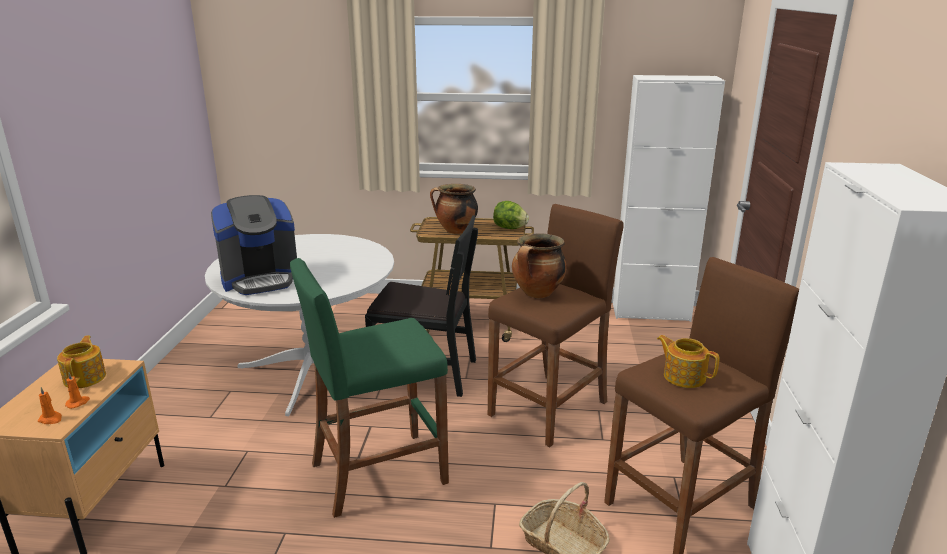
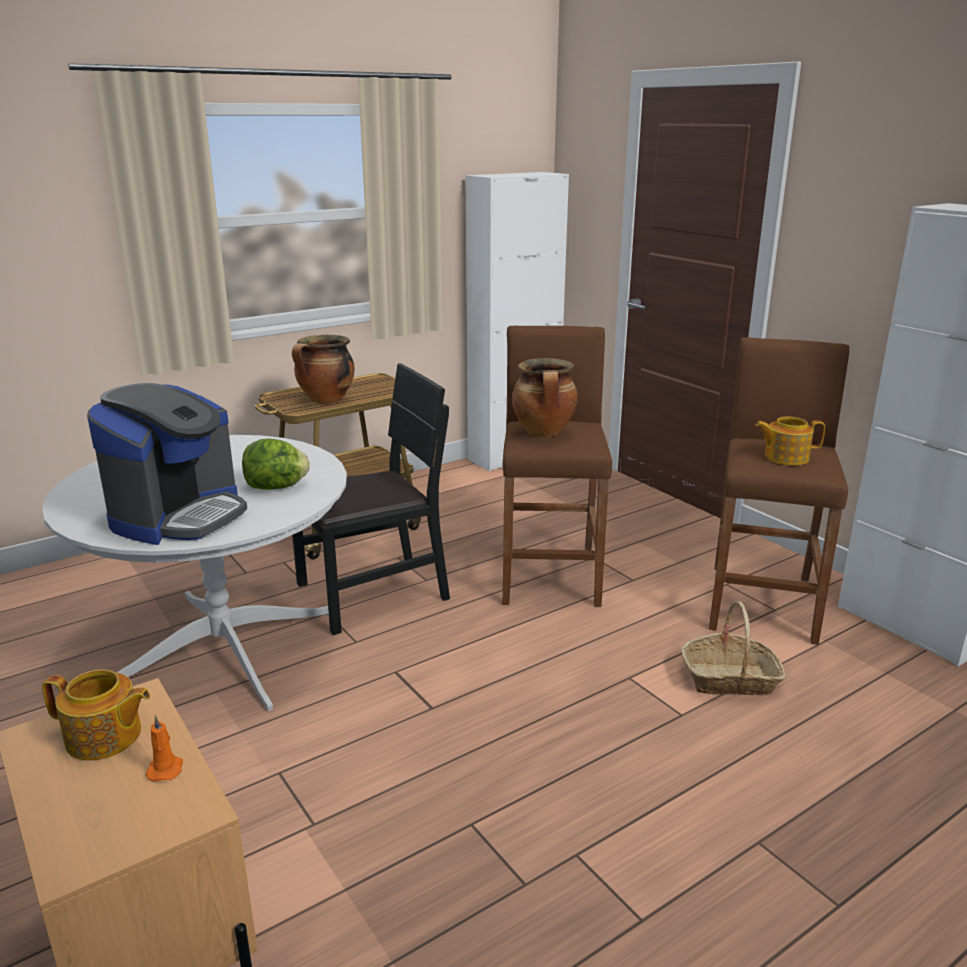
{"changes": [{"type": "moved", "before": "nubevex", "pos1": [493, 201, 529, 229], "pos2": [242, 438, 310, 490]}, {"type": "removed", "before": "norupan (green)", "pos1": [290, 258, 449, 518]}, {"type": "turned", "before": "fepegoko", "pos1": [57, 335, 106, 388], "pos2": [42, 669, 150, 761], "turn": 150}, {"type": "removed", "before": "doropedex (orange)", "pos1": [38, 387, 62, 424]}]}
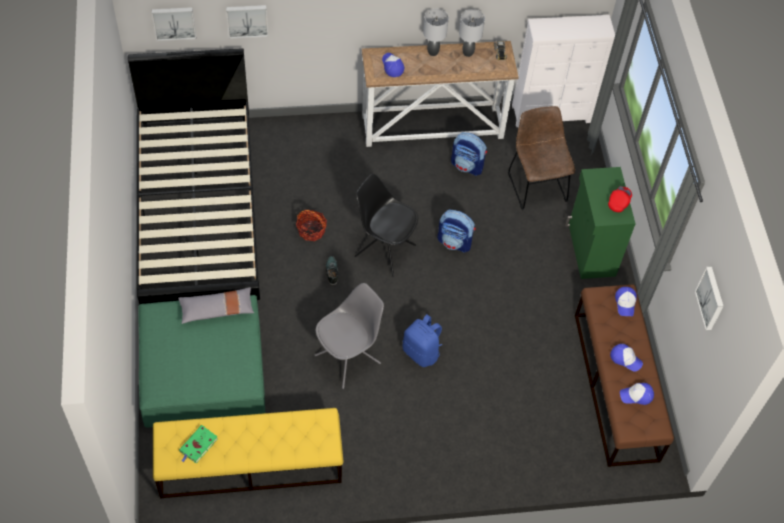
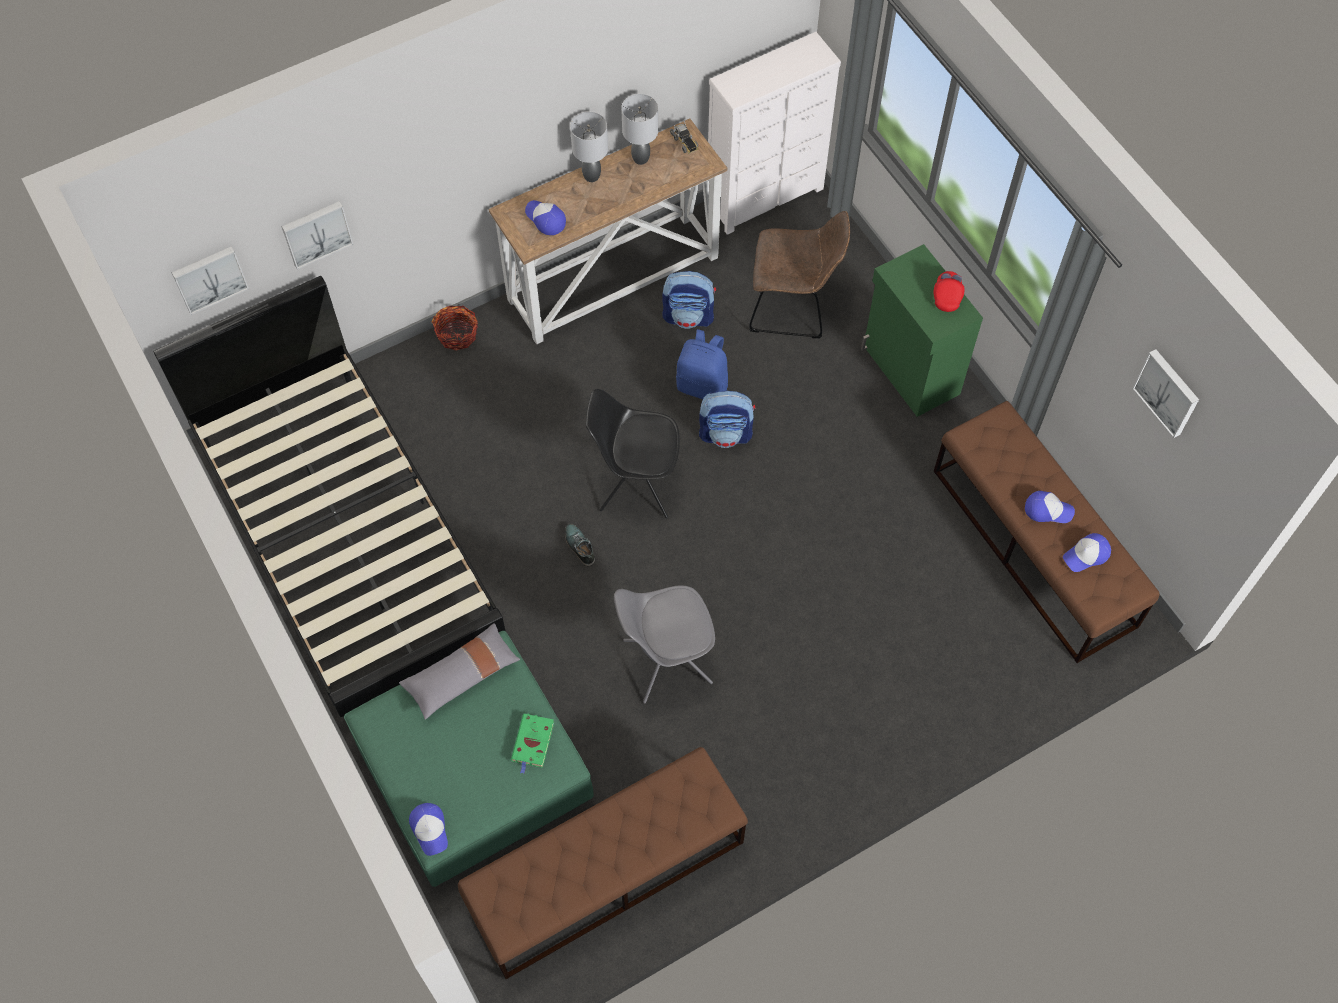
{"changes": [{"type": "turned", "before": "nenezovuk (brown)", "pos1": [508, 106, 575, 210], "pos2": [749, 211, 850, 338], "turn": 135}, {"type": "moved", "before": "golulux", "pos1": [296, 210, 327, 241], "pos2": [431, 306, 478, 351]}, {"type": "turned", "before": "nenezovuk (grey)", "pos1": [315, 283, 384, 389], "pos2": [614, 586, 715, 703], "turn": -135}, {"type": "moved", "before": "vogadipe", "pos1": [615, 287, 637, 316], "pos2": [409, 803, 448, 856]}, {"type": "moved", "before": "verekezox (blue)", "pos1": [403, 314, 442, 367], "pos2": [676, 329, 728, 399]}, {"type": "recoloured", "before": "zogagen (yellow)", "after": "zogagen (brown)", "pos1": [153, 408, 344, 499], "pos2": [458, 747, 748, 979]}, {"type": "moved", "before": "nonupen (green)", "pos1": [179, 425, 218, 463], "pos2": [511, 714, 554, 774]}]}
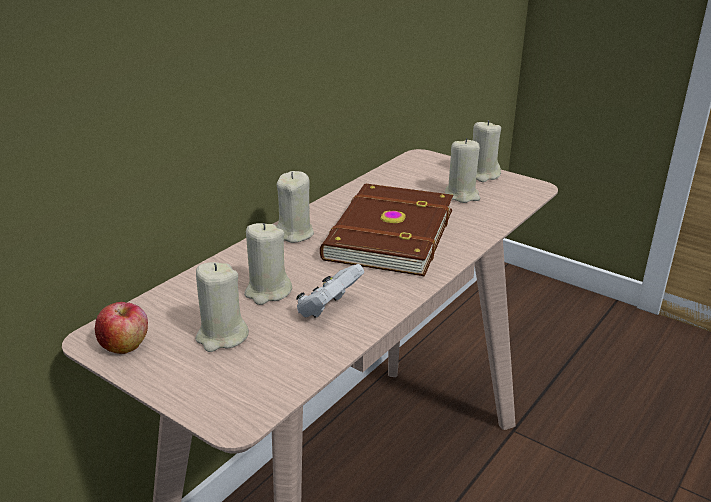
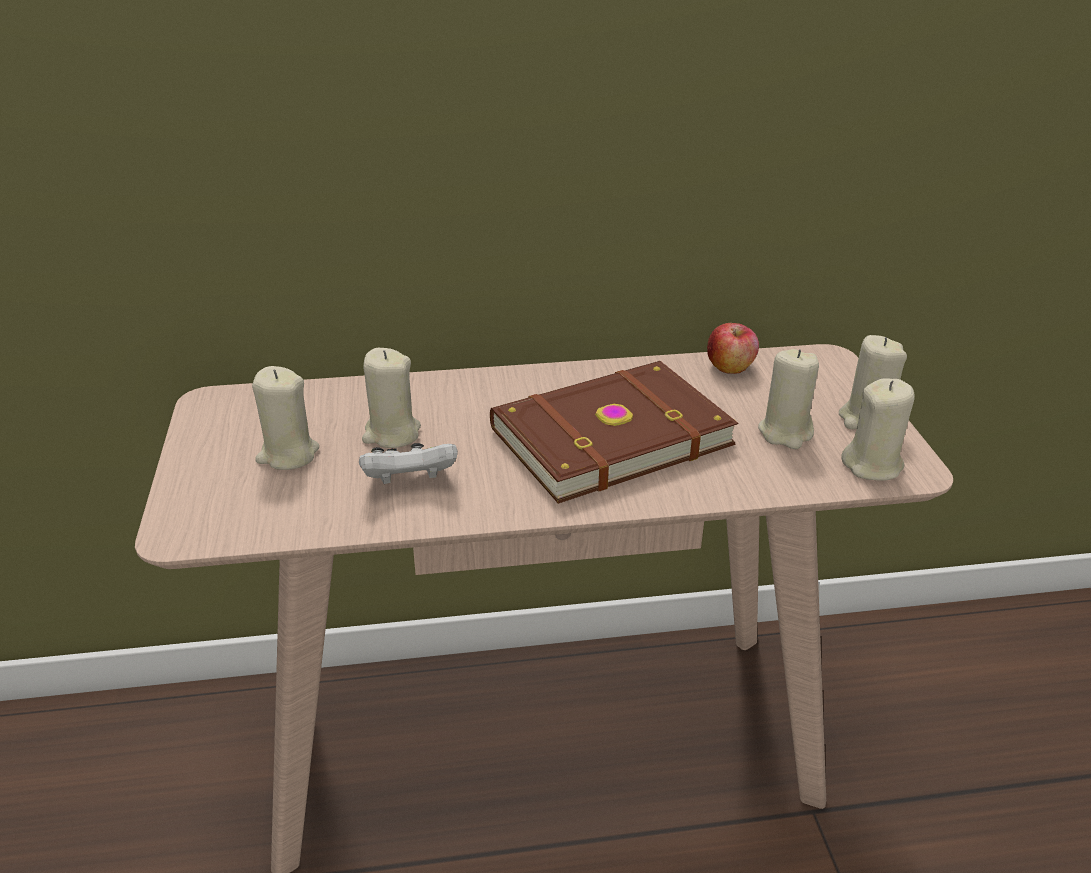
{"changes": [{"type": "moved", "before": "doropedex (beige)", "pos1": [276, 171, 314, 243], "pos2": [841, 378, 915, 481]}, {"type": "moved", "before": "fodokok", "pos1": [95, 302, 148, 354], "pos2": [707, 323, 759, 374]}]}
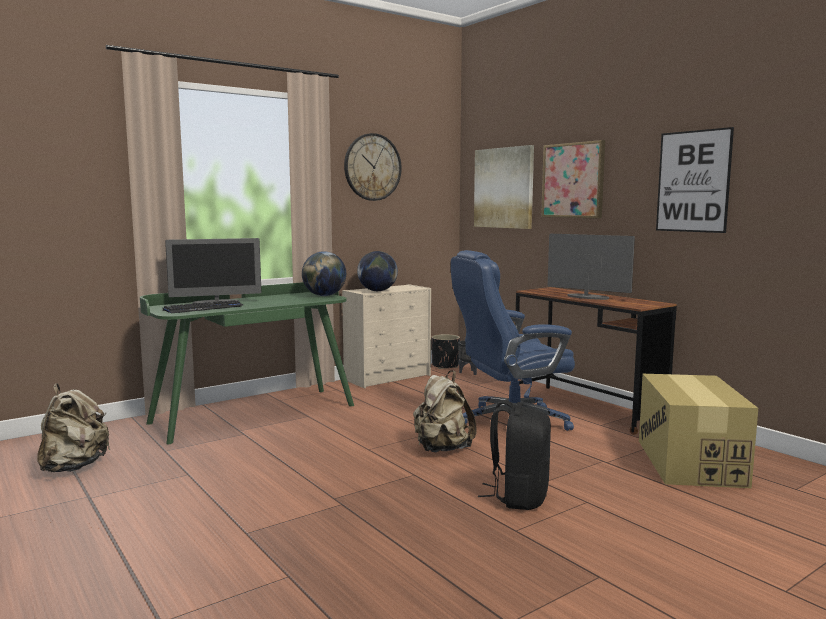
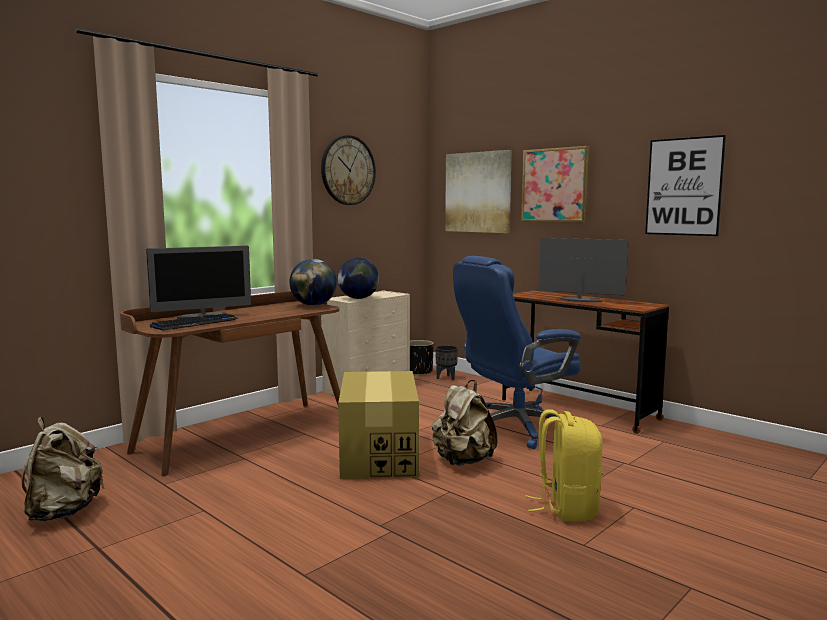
{"changes": [{"type": "recoloured", "before": "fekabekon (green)", "after": "fekabekon (brown)", "pos1": [140, 282, 354, 444], "pos2": [120, 291, 340, 476]}, {"type": "moved", "before": "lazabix", "pos1": [639, 374, 758, 488], "pos2": [338, 371, 419, 479]}, {"type": "recoloured", "before": "verekezox (black)", "after": "verekezox (yellow)", "pos1": [478, 400, 551, 510], "pos2": [525, 409, 603, 521]}]}
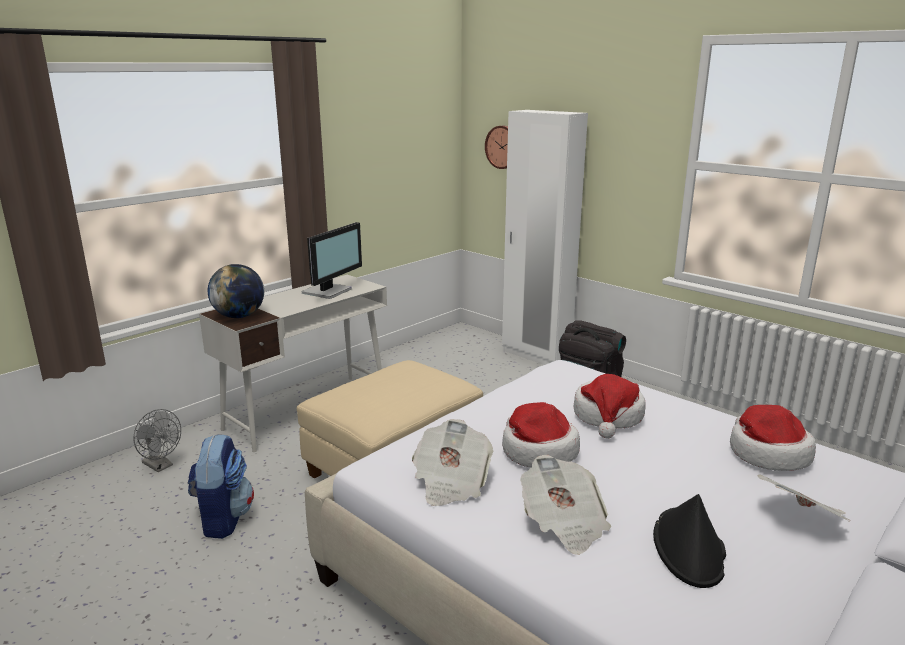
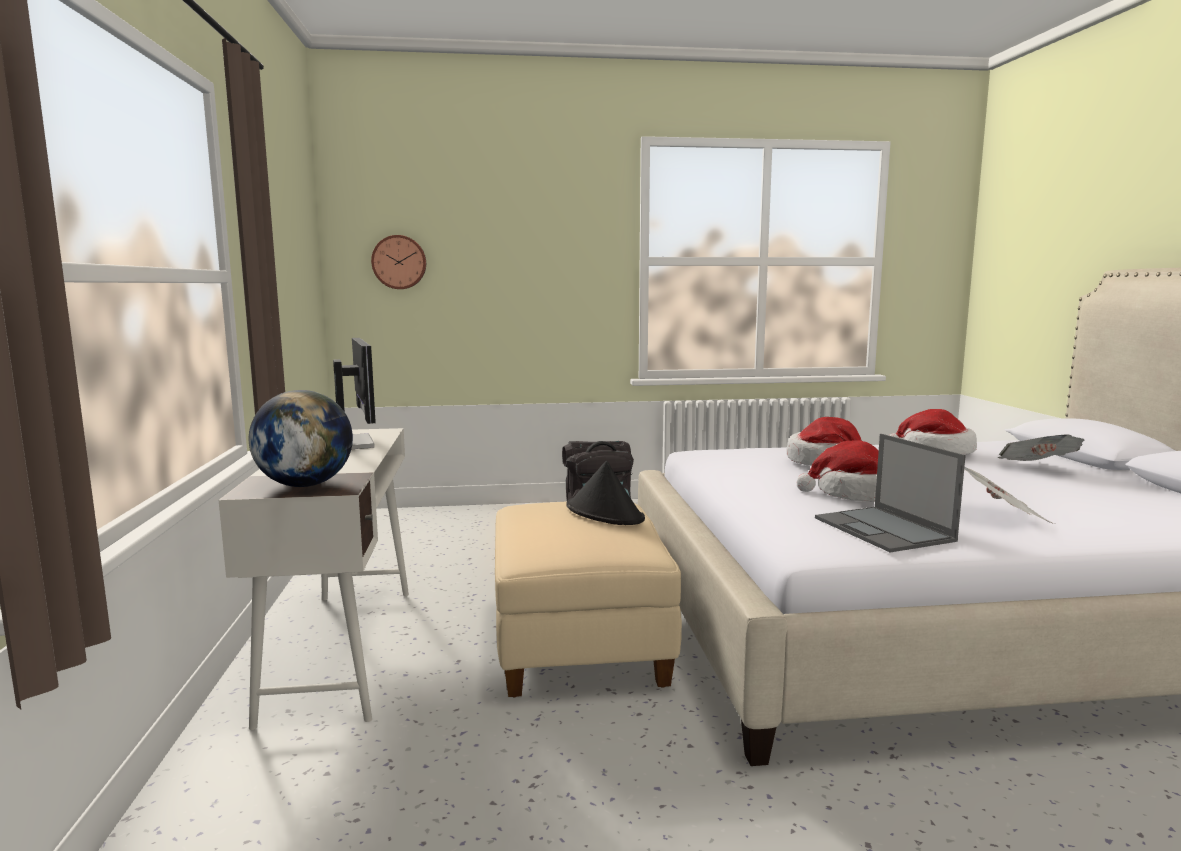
{"changes": [{"type": "removed", "before": "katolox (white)", "pos1": [502, 110, 588, 365]}, {"type": "removed", "before": "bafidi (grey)", "pos1": [133, 409, 181, 472]}, {"type": "replaced", "before": "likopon", "after": "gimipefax", "pos1": [412, 419, 493, 506], "pos2": [815, 434, 966, 552]}, {"type": "removed", "before": "verekezox", "pos1": [188, 434, 254, 539]}, {"type": "moved", "before": "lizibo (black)", "pos1": [653, 494, 726, 588], "pos2": [566, 461, 645, 525]}]}
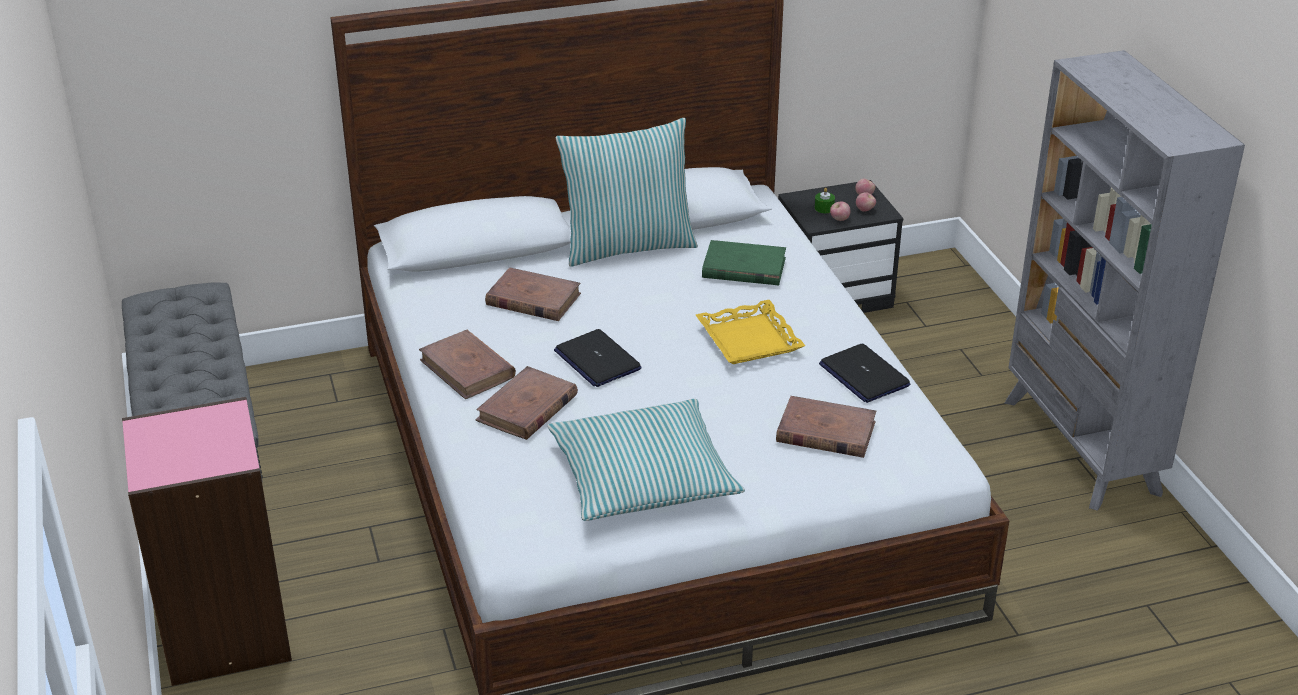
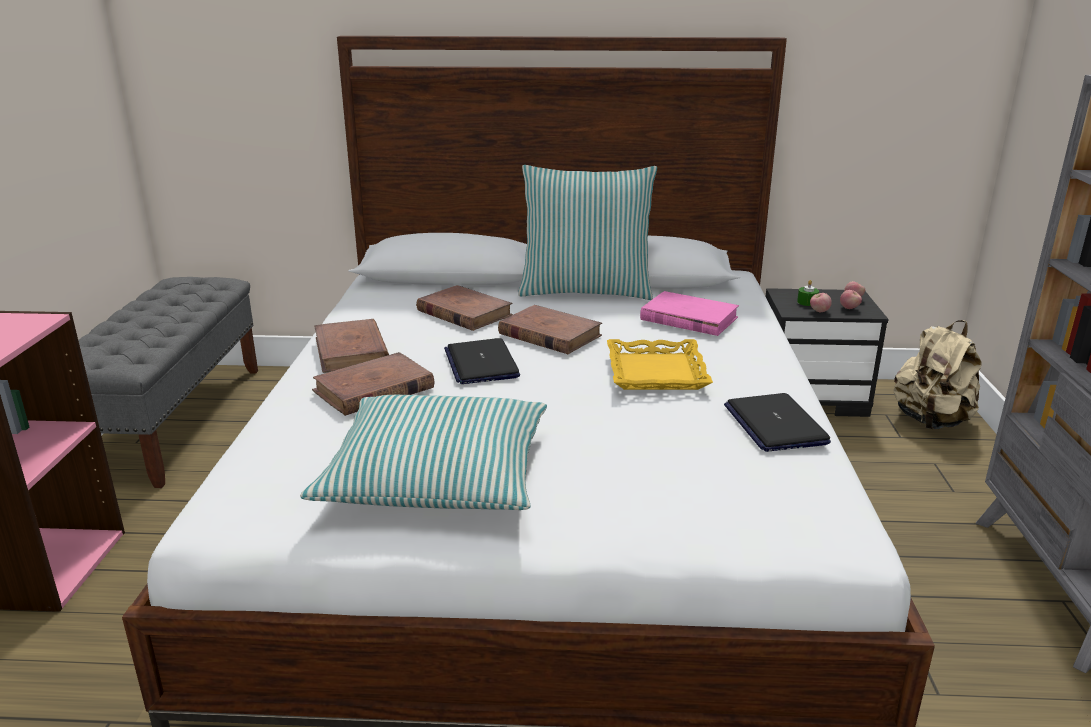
{"changes": [{"type": "recoloured", "before": "nonupen (green)", "after": "nonupen (pink)", "pos1": [702, 240, 786, 285], "pos2": [640, 291, 739, 336]}, {"type": "moved", "before": "nonupen (brown)", "pos1": [776, 396, 876, 458], "pos2": [498, 305, 602, 354]}, {"type": "added", "after": "verekezox (beige)", "pos2": [893, 320, 982, 429]}]}
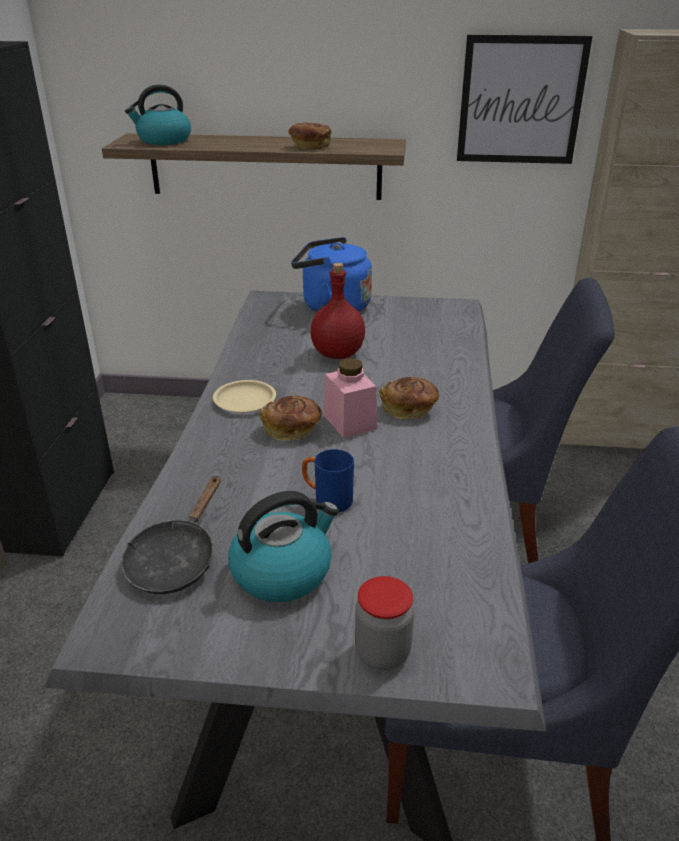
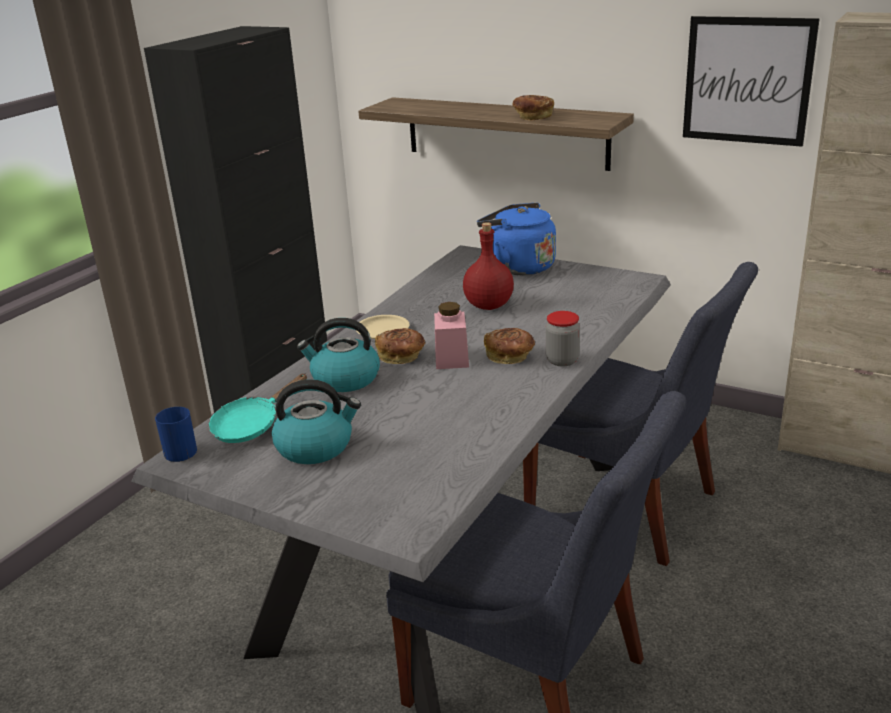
{"changes": [{"type": "moved", "before": "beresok", "pos1": [125, 85, 191, 145], "pos2": [297, 318, 380, 392]}, {"type": "moved", "before": "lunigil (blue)", "pos1": [302, 449, 354, 512], "pos2": [155, 407, 197, 462]}, {"type": "recoloured", "before": "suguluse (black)", "after": "suguluse (turquoise)", "pos1": [121, 476, 221, 594], "pos2": [208, 373, 307, 443]}, {"type": "moved", "before": "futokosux", "pos1": [355, 576, 414, 670], "pos2": [546, 311, 580, 367]}]}
